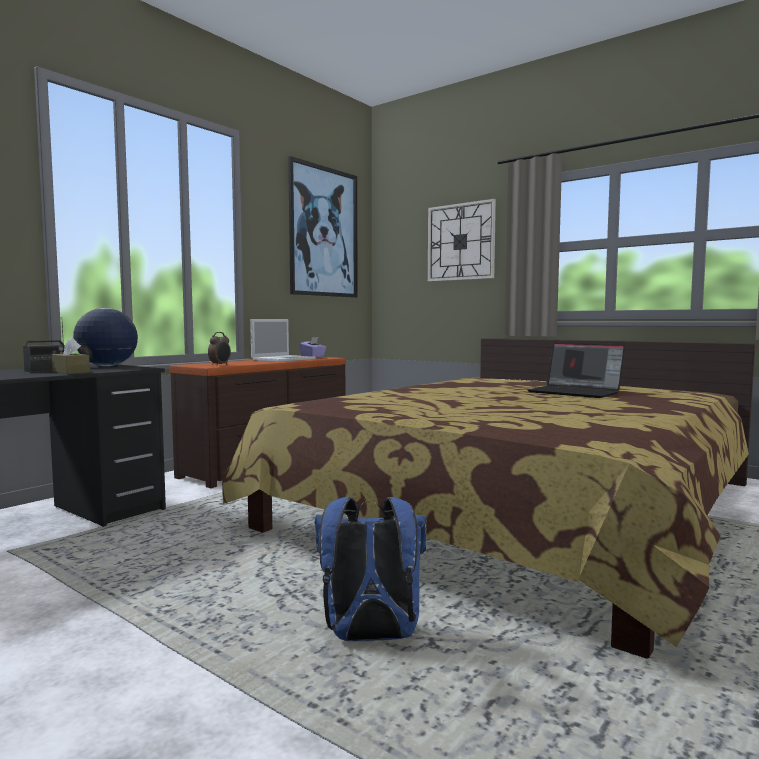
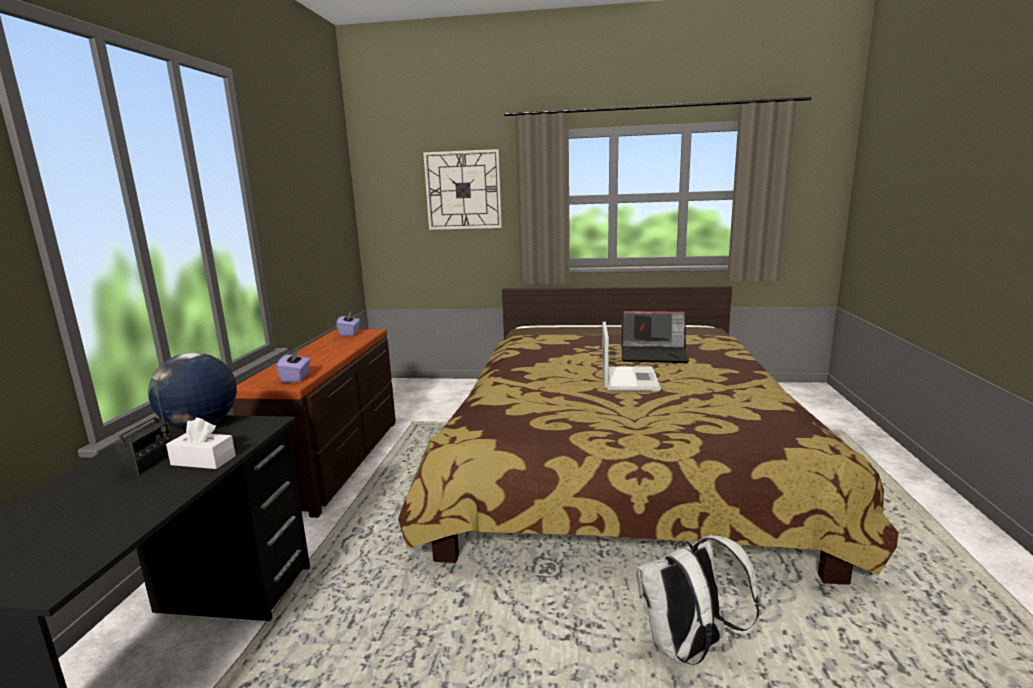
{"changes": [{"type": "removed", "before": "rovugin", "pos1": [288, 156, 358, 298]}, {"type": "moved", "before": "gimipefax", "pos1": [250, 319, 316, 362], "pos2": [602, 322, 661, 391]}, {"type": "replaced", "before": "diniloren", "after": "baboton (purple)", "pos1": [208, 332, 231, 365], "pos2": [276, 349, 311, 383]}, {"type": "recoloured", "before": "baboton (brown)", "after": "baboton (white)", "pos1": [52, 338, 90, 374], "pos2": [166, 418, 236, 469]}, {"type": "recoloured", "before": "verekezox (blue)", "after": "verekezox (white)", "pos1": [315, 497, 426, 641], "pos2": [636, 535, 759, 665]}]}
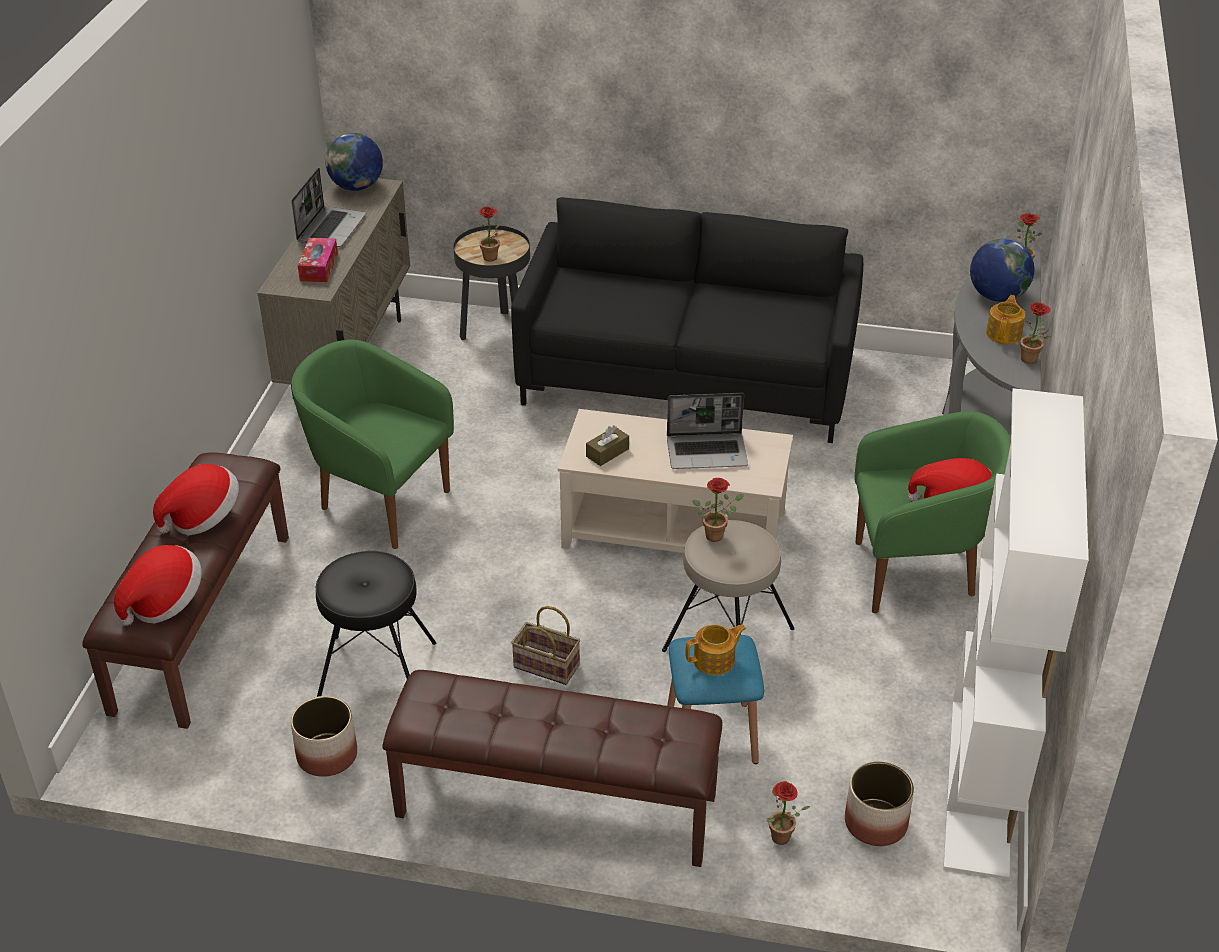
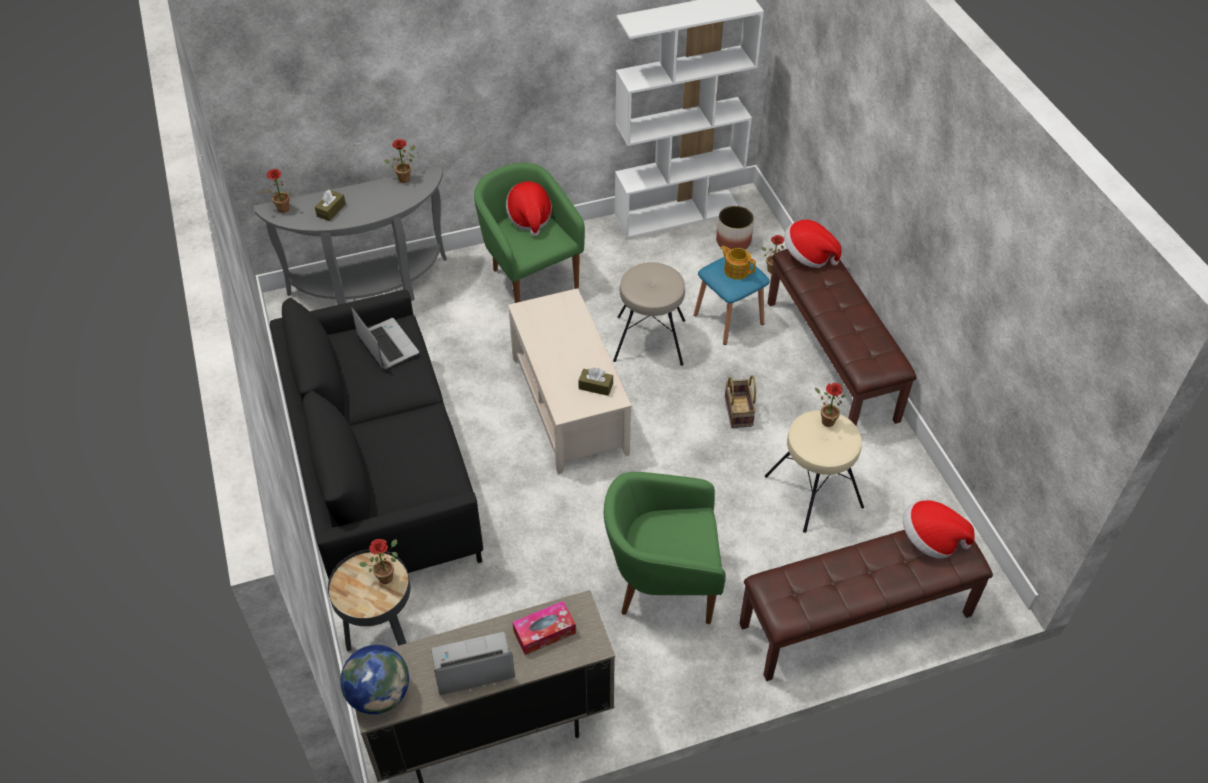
{"changes": [{"type": "replaced", "before": "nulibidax", "after": "baboton (brown)", "pos1": [970, 239, 1034, 302], "pos2": [315, 190, 346, 221]}, {"type": "removed", "before": "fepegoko", "pos1": [986, 295, 1025, 344]}, {"type": "turned", "before": "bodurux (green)", "pos1": [292, 340, 454, 549], "pos2": [604, 472, 726, 624], "turn": 90}, {"type": "moved", "before": "gimipefax", "pos1": [667, 393, 748, 469], "pos2": [351, 307, 419, 370]}, {"type": "moved", "before": "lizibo", "pos1": [153, 464, 239, 535], "pos2": [784, 220, 842, 268]}, {"type": "moved", "before": "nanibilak", "pos1": [693, 478, 744, 542], "pos2": [815, 383, 846, 427]}, {"type": "recoloured", "before": "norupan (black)", "after": "norupan (beige)", "pos1": [316, 551, 436, 697], "pos2": [764, 410, 864, 533]}, {"type": "removed", "before": "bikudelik", "pos1": [291, 696, 357, 777]}]}
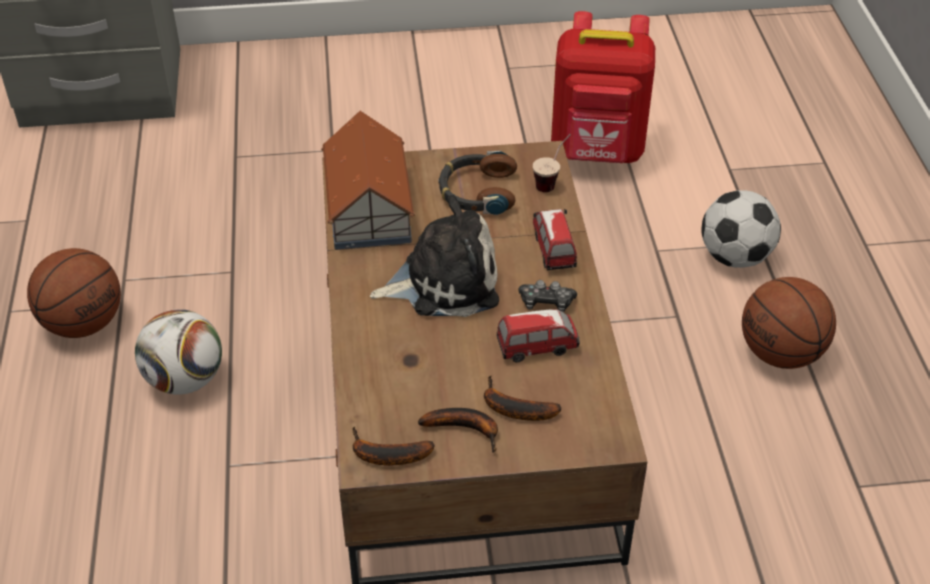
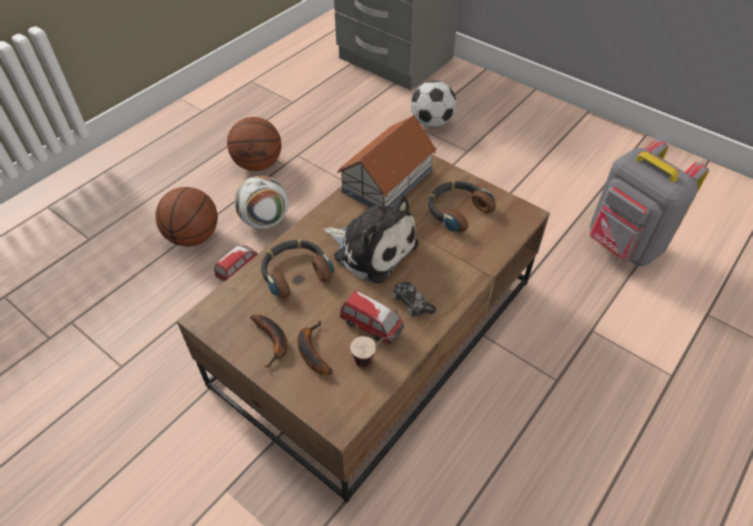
{"changes": [{"type": "recoloured", "before": "verekezox (red)", "after": "verekezox (grey)", "pos1": [551, 11, 655, 163], "pos2": [589, 139, 709, 266]}, {"type": "moved", "before": "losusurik", "pos1": [533, 134, 571, 192], "pos2": [350, 335, 398, 367]}, {"type": "moved", "before": "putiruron", "pos1": [701, 190, 781, 268], "pos2": [411, 81, 456, 128]}, {"type": "moved", "before": "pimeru", "pos1": [533, 209, 577, 270], "pos2": [214, 244, 258, 282]}, {"type": "moved", "before": "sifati", "pos1": [742, 277, 836, 369], "pos2": [155, 187, 218, 247]}, {"type": "removed", "before": "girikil", "pos1": [352, 426, 435, 466]}, {"type": "added", "after": "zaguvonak", "pos2": [261, 239, 334, 298]}]}
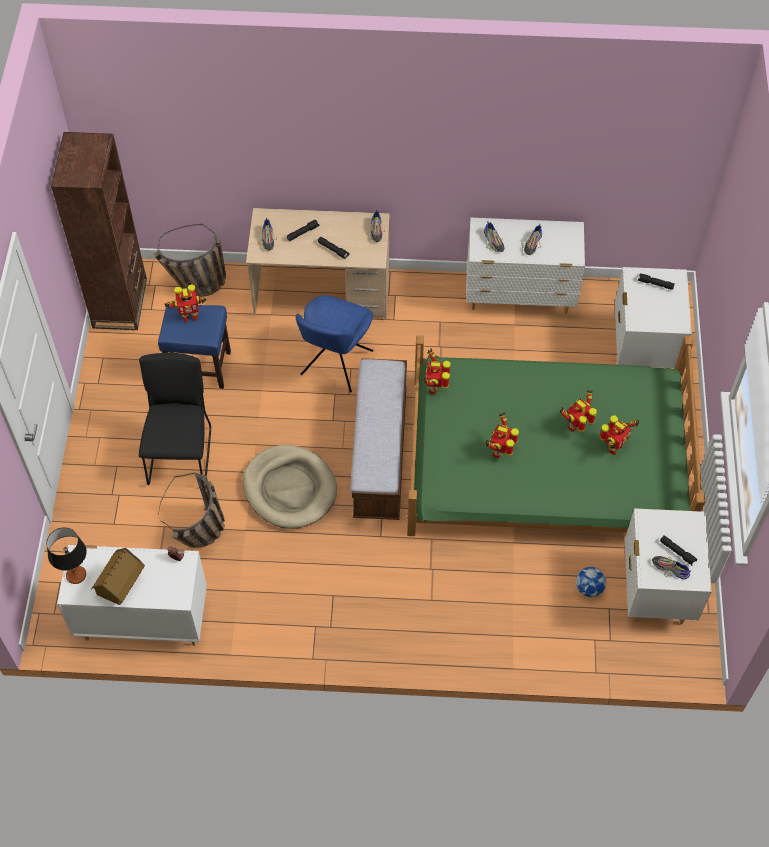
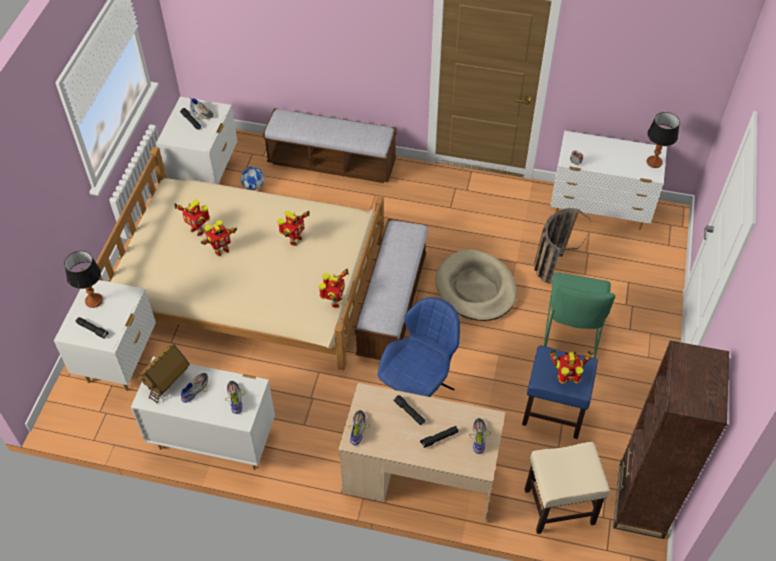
{"changes": [{"type": "replaced", "before": "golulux", "after": "norupan (beige)", "pos1": [153, 224, 226, 297], "pos2": [525, 442, 610, 534]}, {"type": "recoloured", "before": "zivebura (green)", "after": "zivebura (beige)", "pos1": [407, 335, 705, 536], "pos2": [96, 147, 384, 370]}, {"type": "recoloured", "before": "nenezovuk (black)", "after": "nenezovuk (green)", "pos1": [139, 353, 211, 485], "pos2": [544, 273, 616, 358]}, {"type": "turned", "before": "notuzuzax", "pos1": [600, 416, 639, 455], "pos2": [174, 200, 210, 236], "turn": -105}, {"type": "moved", "before": "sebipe", "pos1": [91, 548, 145, 605], "pos2": [137, 344, 190, 404]}, {"type": "added", "after": "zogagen", "pos2": [263, 108, 397, 183]}, {"type": "added", "after": "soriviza", "pos2": [64, 251, 103, 308]}]}
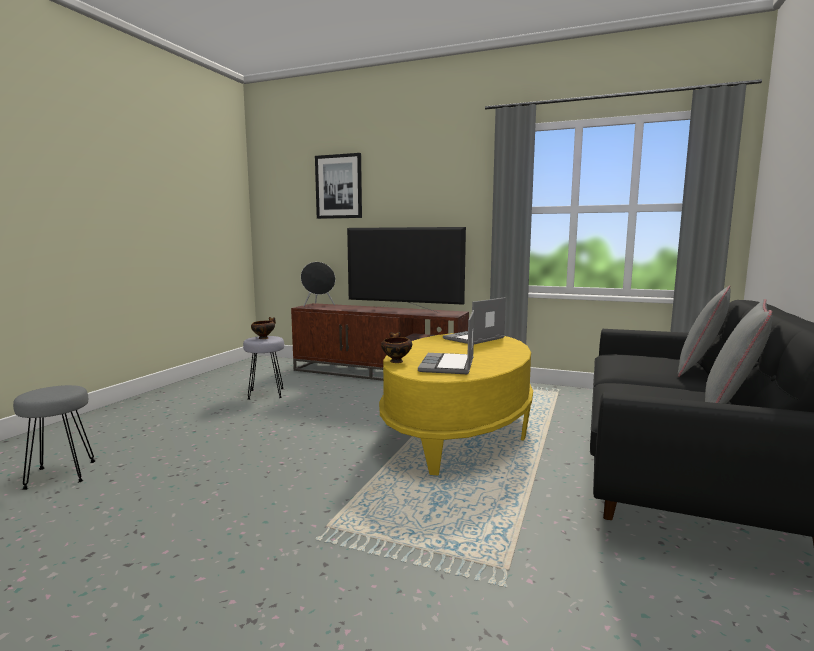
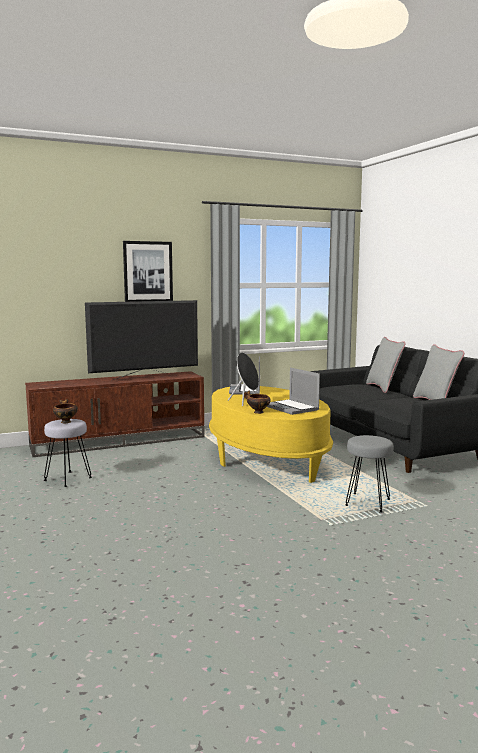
{"changes": [{"type": "moved", "before": "rovugin", "pos1": [315, 153, 362, 219], "pos2": [123, 241, 173, 302]}, {"type": "moved", "before": "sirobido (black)", "pos1": [301, 262, 335, 306], "pos2": [228, 352, 259, 406]}, {"type": "moved", "before": "norupan (grey)", "pos1": [13, 385, 95, 490], "pos2": [345, 435, 394, 513]}]}
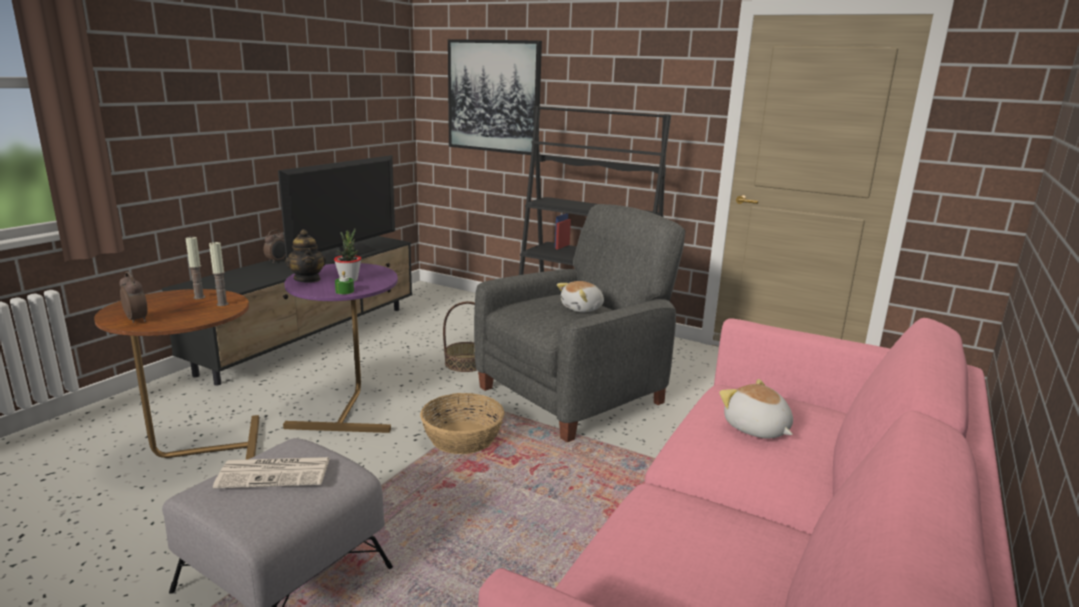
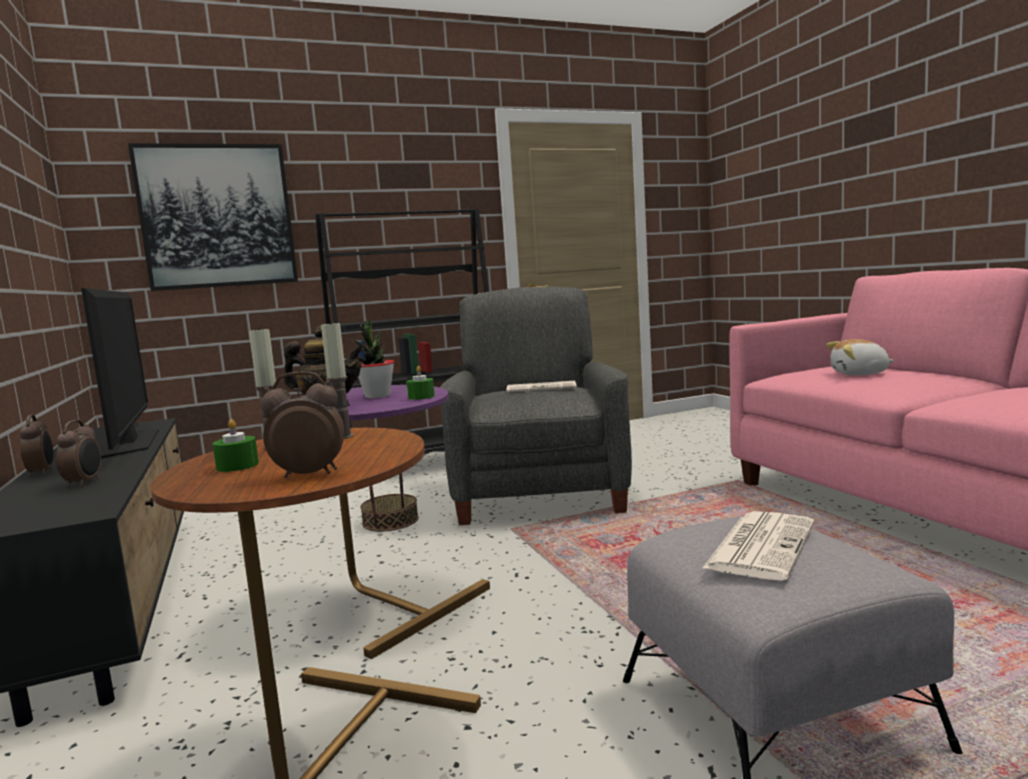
{"changes": [{"type": "replaced", "before": "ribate", "after": "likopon", "pos1": [557, 281, 604, 312], "pos2": [506, 381, 577, 393]}, {"type": "removed", "before": "golulux", "pos1": [420, 393, 504, 454]}, {"type": "added", "after": "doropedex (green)", "pos2": [213, 419, 259, 472]}, {"type": "added", "after": "diniloren", "pos2": [56, 420, 101, 487]}]}
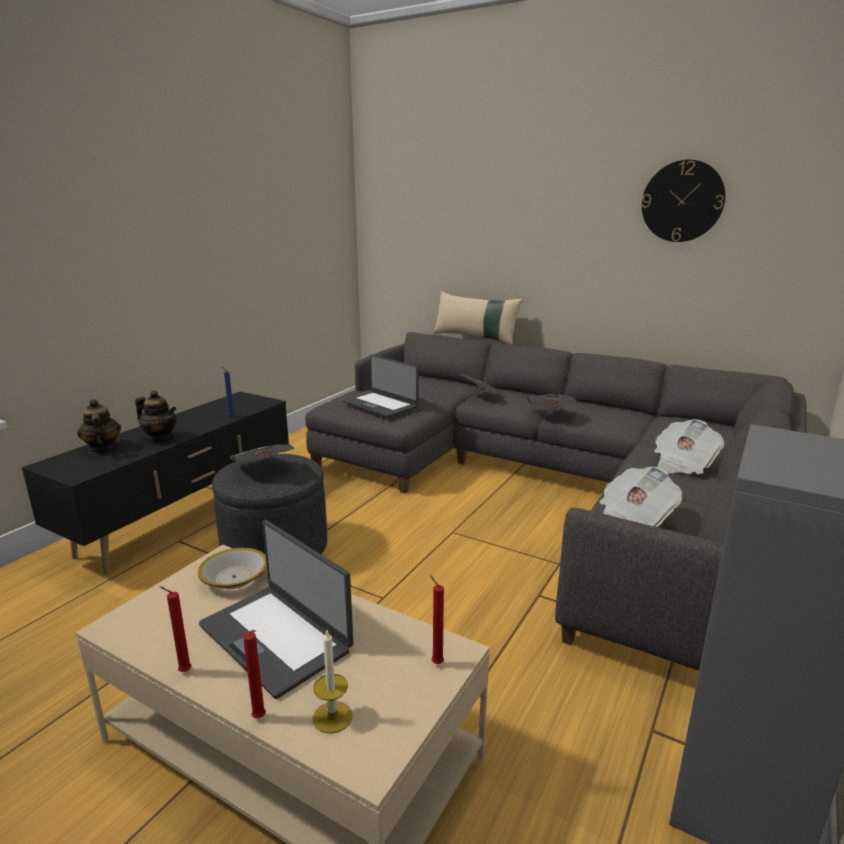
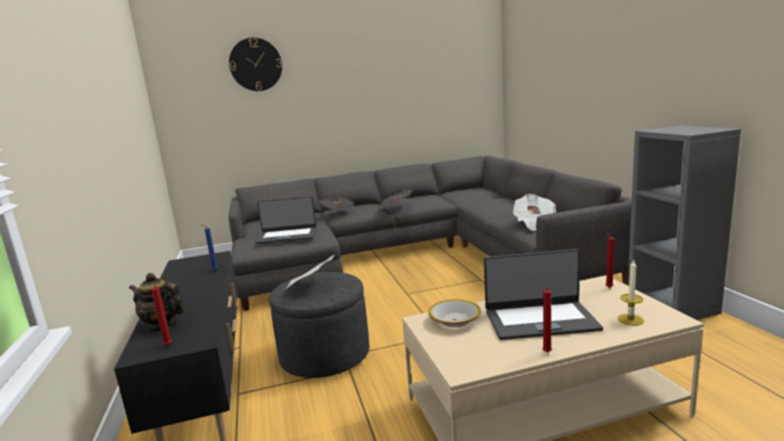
{"changes": [{"type": "moved", "before": "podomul", "pos1": [642, 160, 725, 242], "pos2": [229, 38, 282, 91]}, {"type": "removed", "before": "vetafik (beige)", "pos1": [433, 291, 523, 345]}, {"type": "removed", "before": "fepegoko", "pos1": [135, 391, 176, 442]}, {"type": "removed", "before": "likopon", "pos1": [654, 419, 724, 474]}, {"type": "moved", "before": "doropedex (red)", "pos1": [243, 630, 266, 718], "pos2": [151, 281, 172, 345]}]}
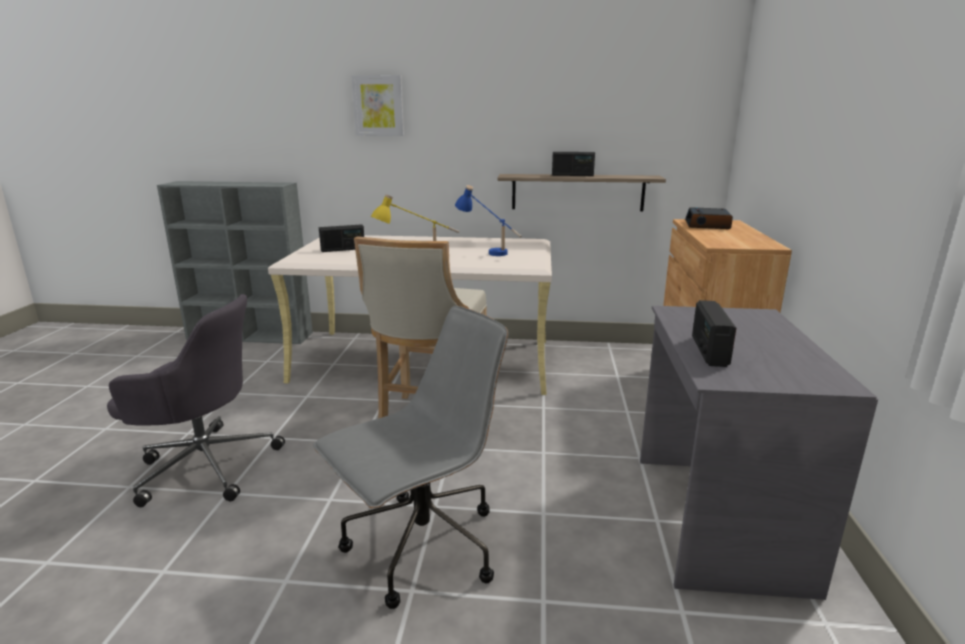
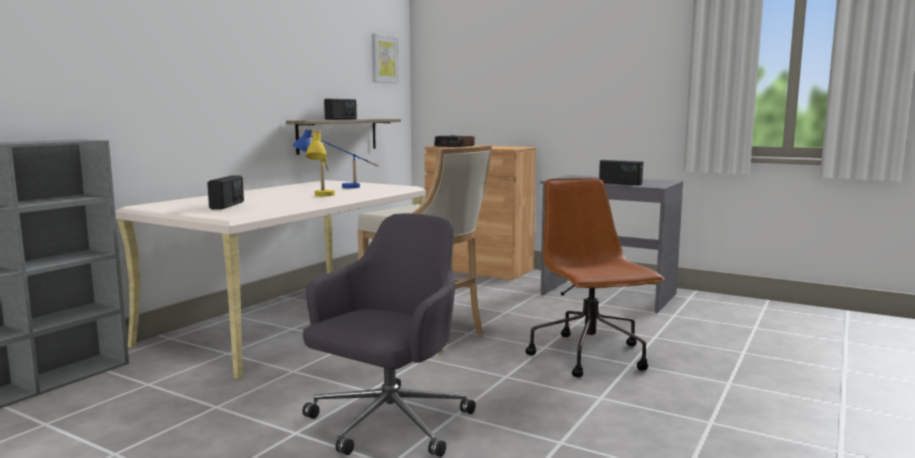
{"changes": [{"type": "moved", "before": "rovugin", "pos1": [351, 75, 404, 136], "pos2": [372, 33, 400, 84]}, {"type": "recoloured", "before": "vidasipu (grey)", "after": "vidasipu (brown)", "pos1": [313, 306, 508, 609], "pos2": [525, 178, 665, 378]}]}
